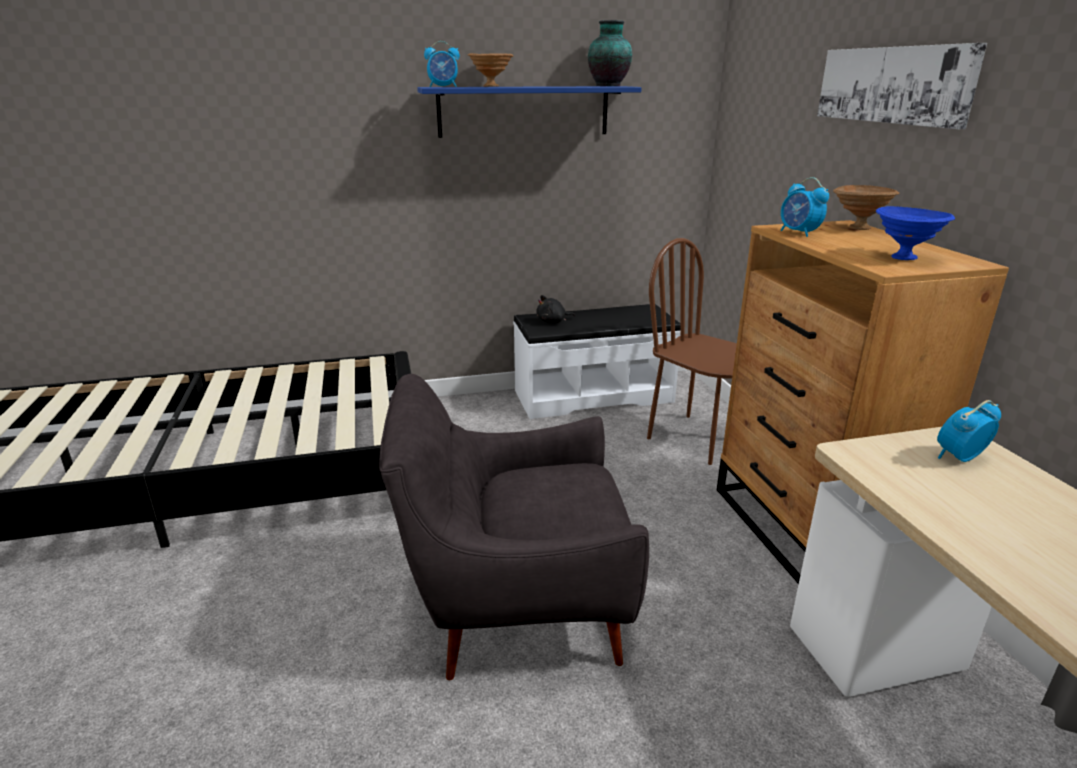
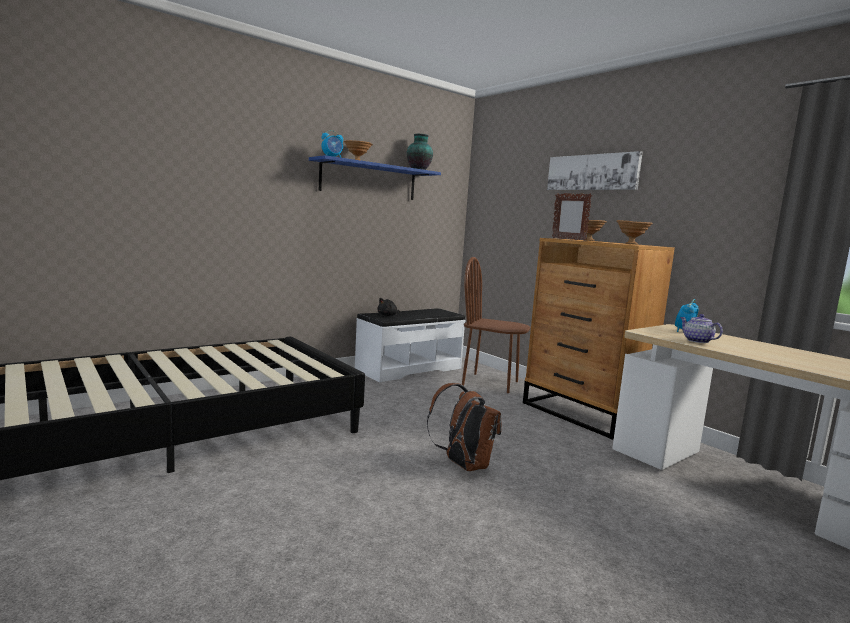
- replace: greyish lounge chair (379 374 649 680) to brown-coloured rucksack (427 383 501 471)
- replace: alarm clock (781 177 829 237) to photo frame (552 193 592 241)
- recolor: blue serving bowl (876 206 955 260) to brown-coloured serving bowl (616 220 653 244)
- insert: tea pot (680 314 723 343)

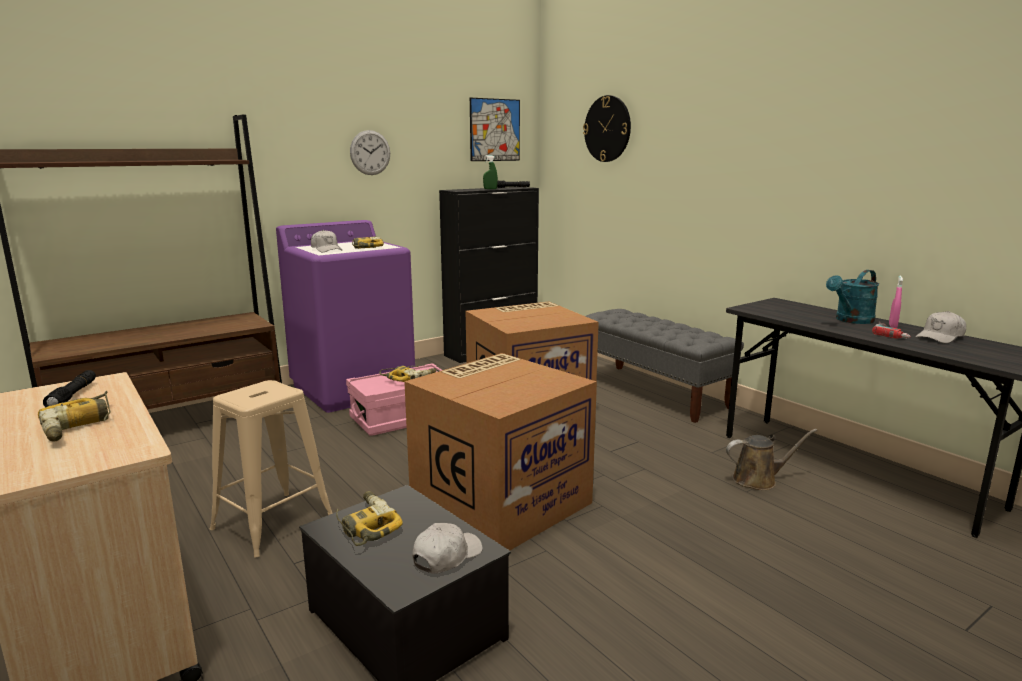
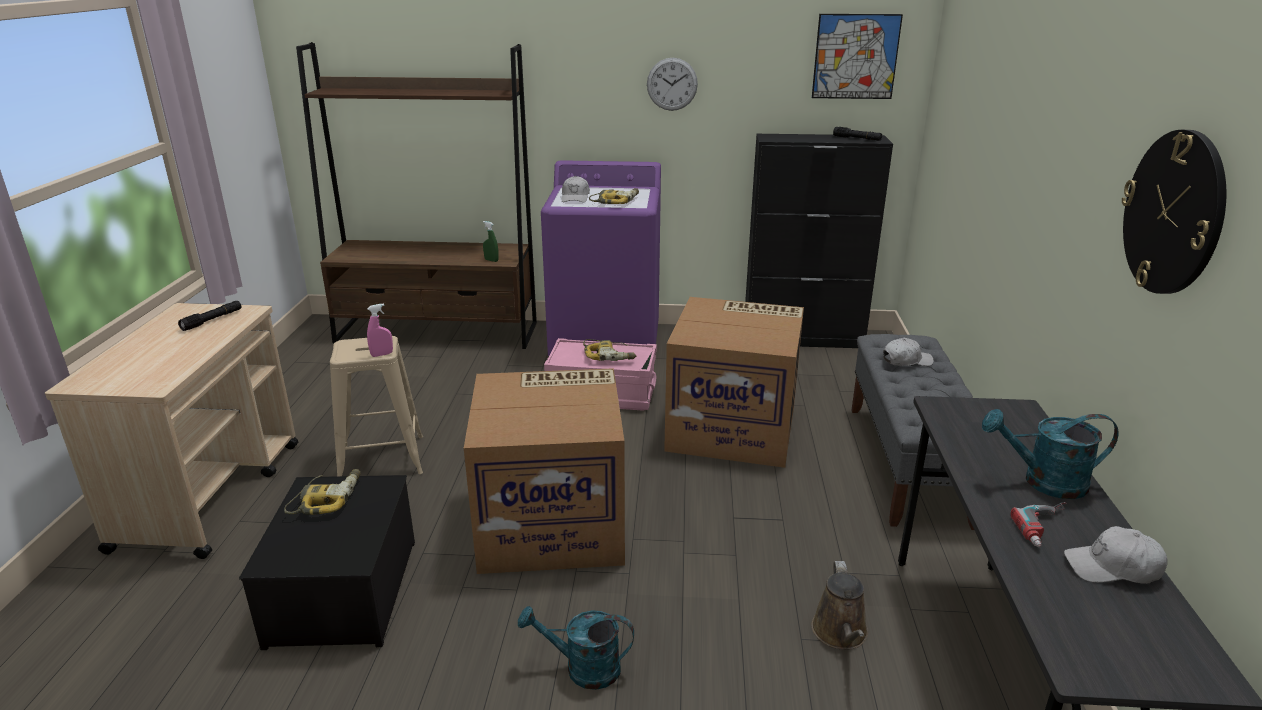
- move: pink-coloured spray bottle (889 276 903 328) to (367 304 393 357)
- move: greenish spray bottle (483 155 498 189) to (483 221 499 262)
- insert: turquoise-coloured watering can (518 606 634 690)
- rotate: brown-coloured watering can (726 429 817 490) = (811 561 868 650) 60 degrees clockwise
- move: whitish cap (412 523 483 574) to (883 338 934 366)
- move: hanging clock (583 95 631 162) to (1122 130 1226 294)
- delete: electric drill (38 391 111 441)

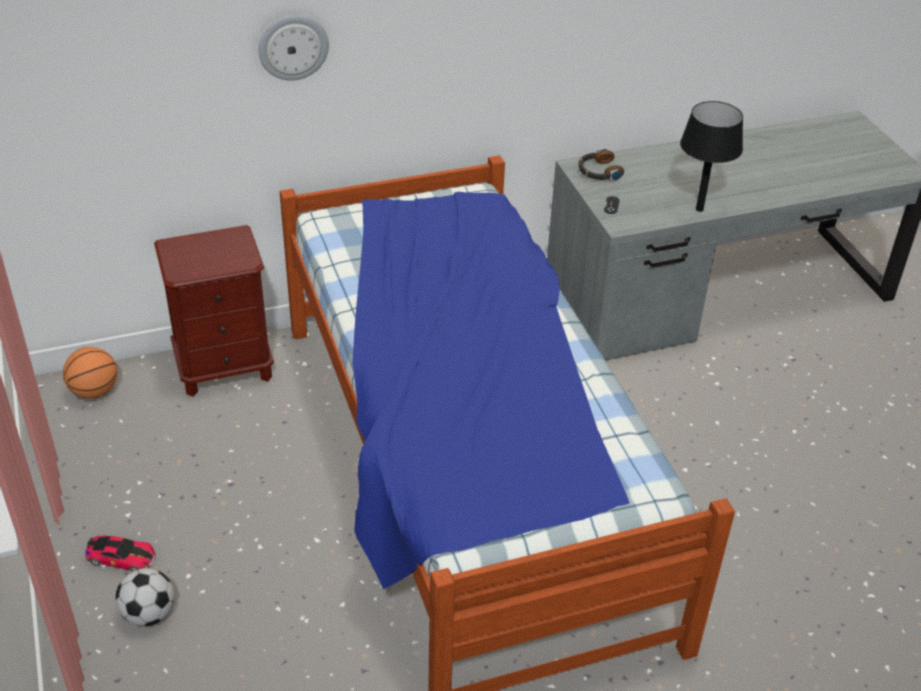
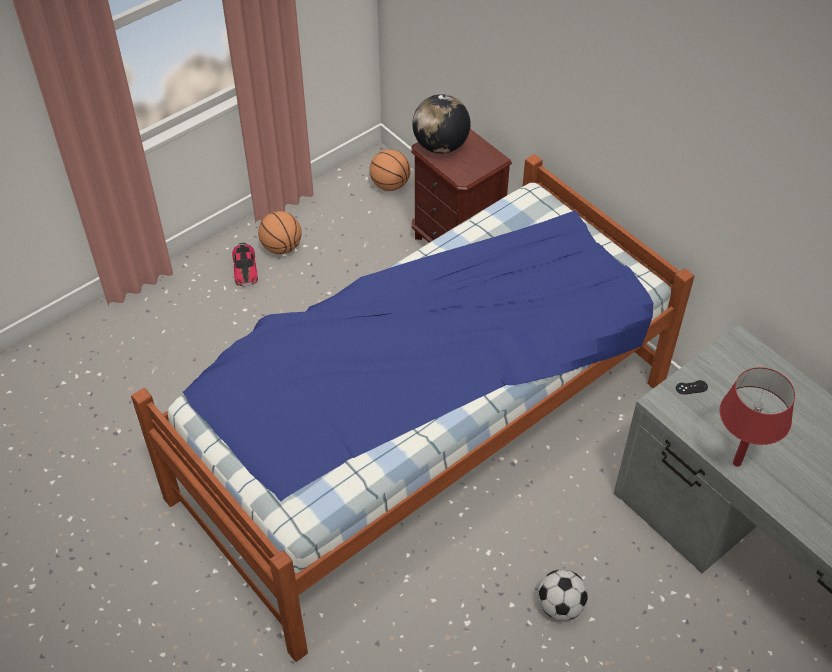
- insert: basketball ball (258 211 302 254)
- insert: world globe (412 94 471 154)
- move: football (116 568 174 626) to (538 569 588 621)
- recolor: black-coloured table lamp (680 101 743 212) to red-coloured table lamp (720 367 795 467)
- delete: hanging clock (258 15 329 81)
- delete: pair of headphones (578 149 624 181)

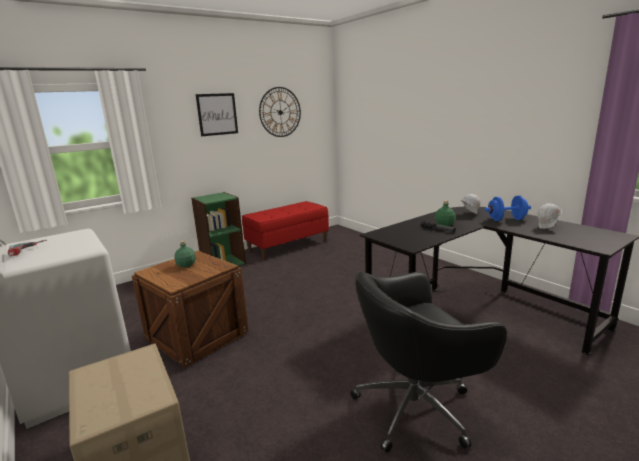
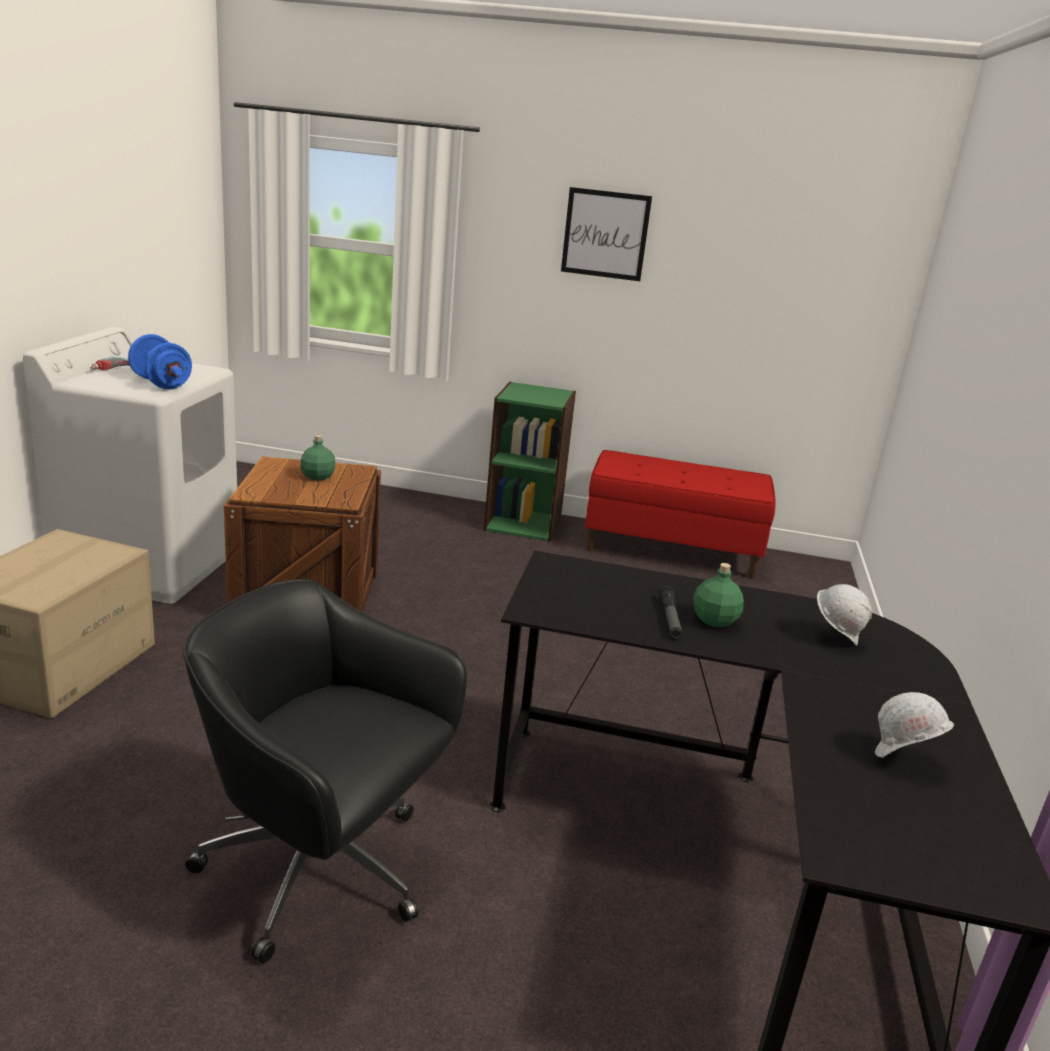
- move: blue dumbbell (485 196 531 221) to (128 334 192 389)
- delete: hanging clock (259 87 301 137)

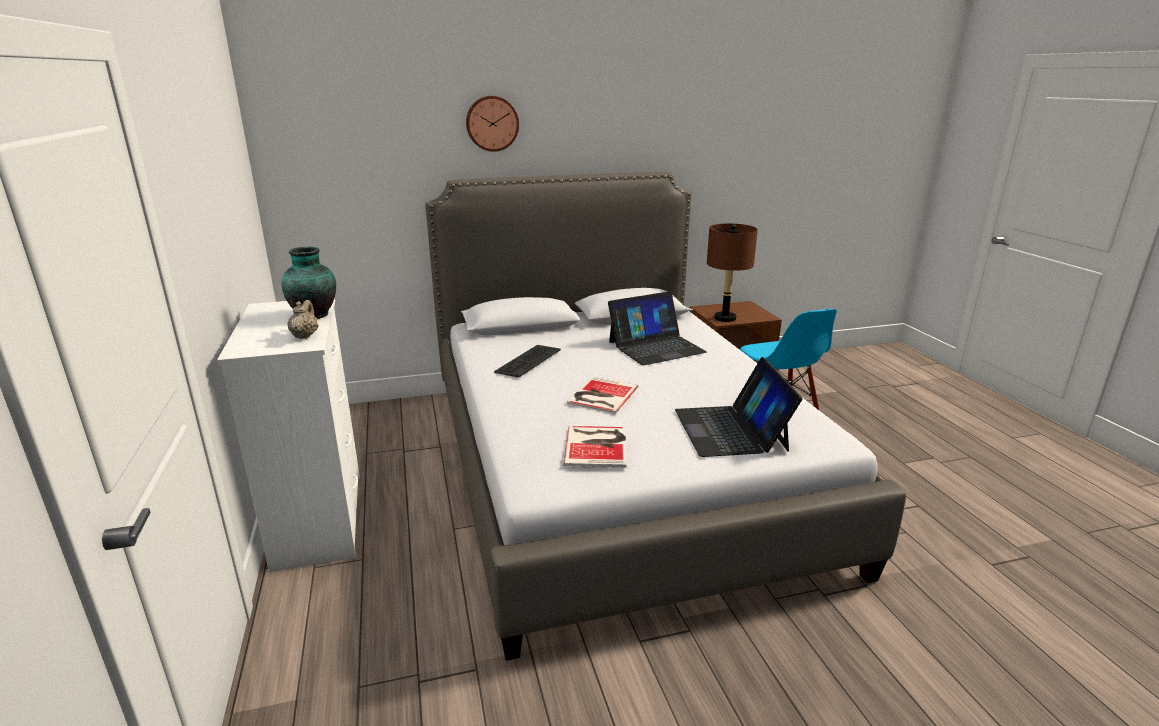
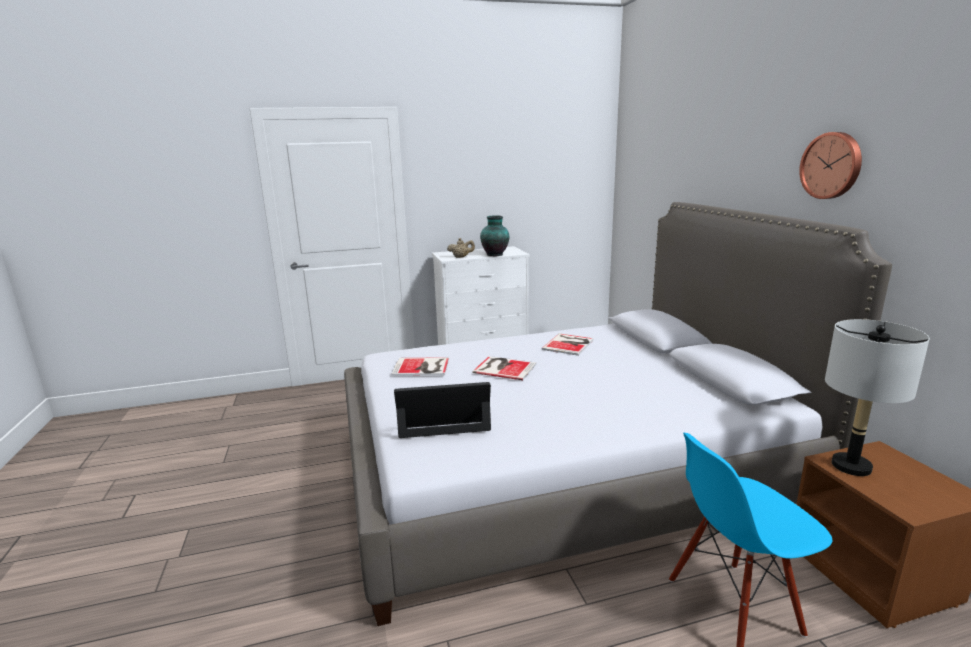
- replace: PC keyboard (494 345 561 378) to book (541 334 594 356)
- move: hanging clock (466 96 519 152) to (799 132 862 199)
- recolor: brown-coloured table lamp (707 223 758 322) to greyish table lamp (825 319 930 476)
- delete: portable computer (608 291 707 366)

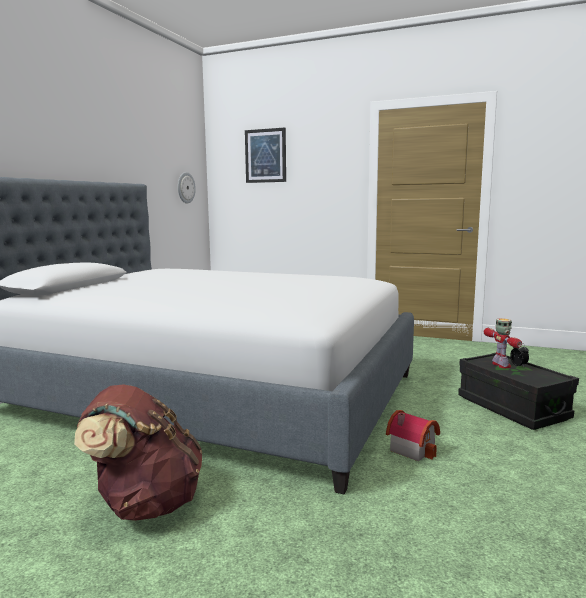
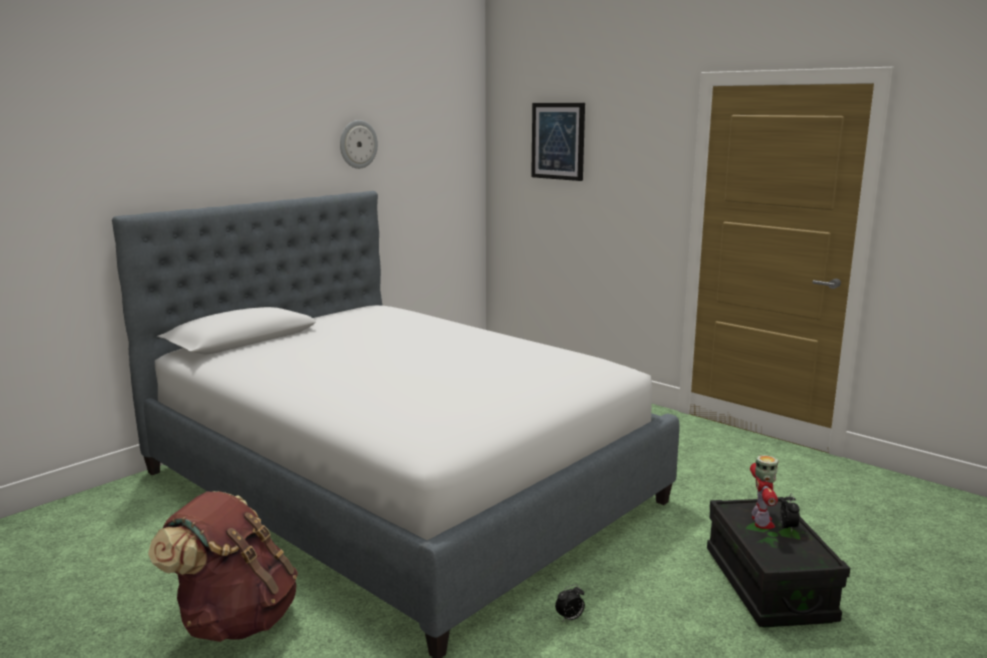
- move: hanging clock (178 172 196 204) to (340 120 378 169)
- replace: model house (386 410 440 461) to alarm clock (555 585 585 621)

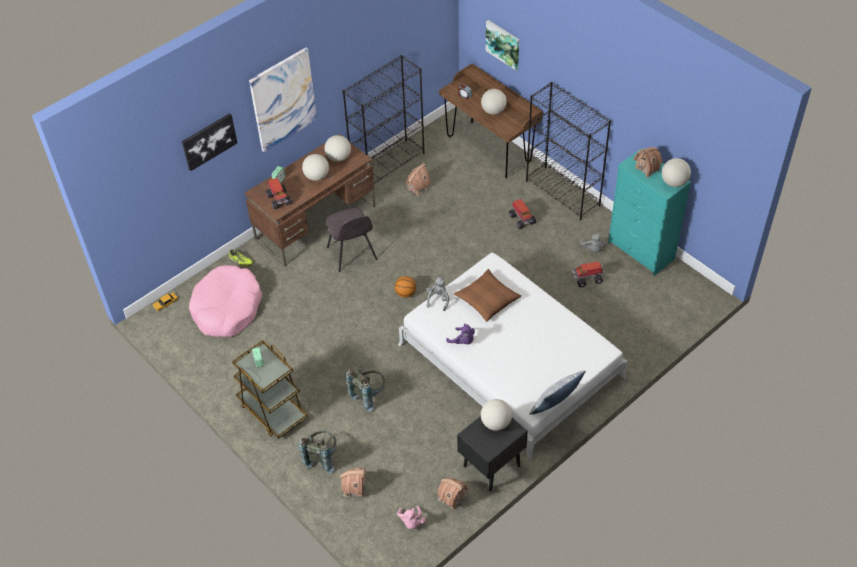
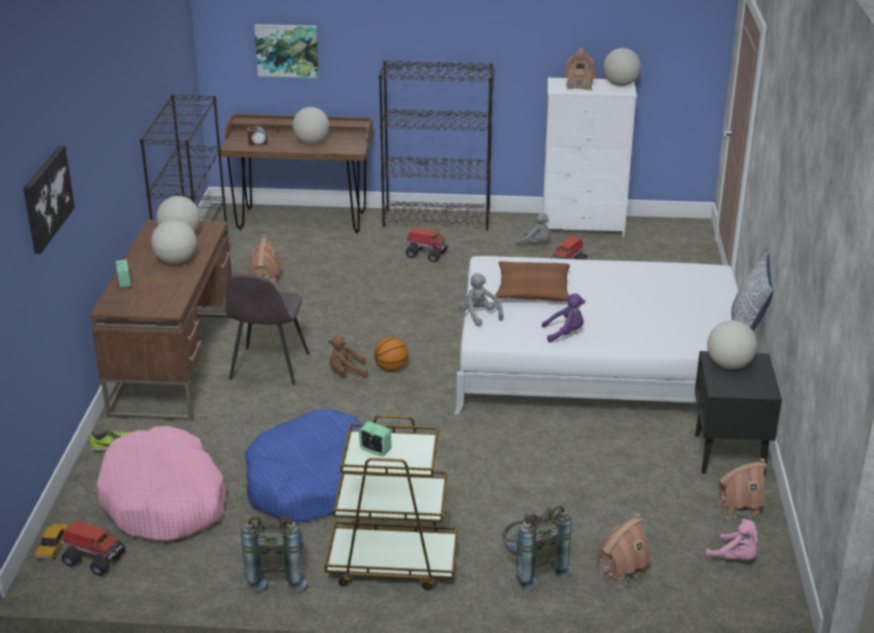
- move: model truck (266 178 292 210) to (61 521 126 576)
- rotate: greyish chair (326 208 377 272) = (225 274 310 385) 75 degrees clockwise
- move: greyish rucksack (346 369 385 412) to (241 516 307 592)
- insert: blue pet bed (245 409 364 522)
- insert: brown-coloured plush toy (328 335 368 377)
- recolor: turquoise-coloured chest of drawers (608 149 691 276) to whitish chest of drawers (543 78 637 237)
- delete: picture (249 47 317 152)

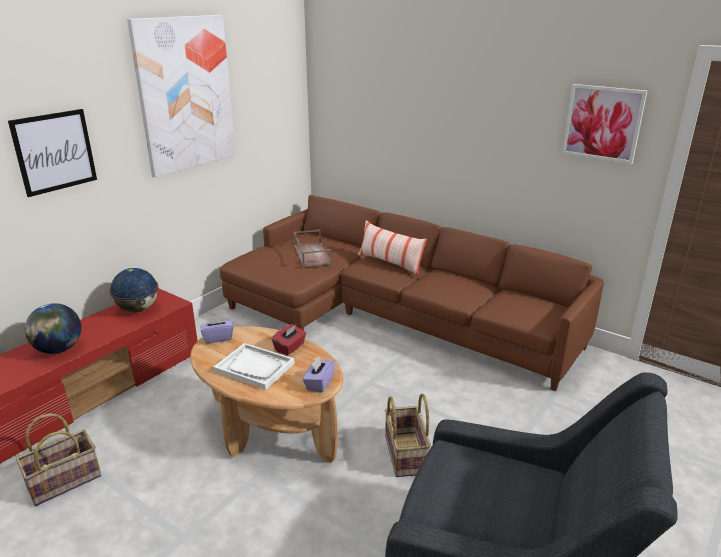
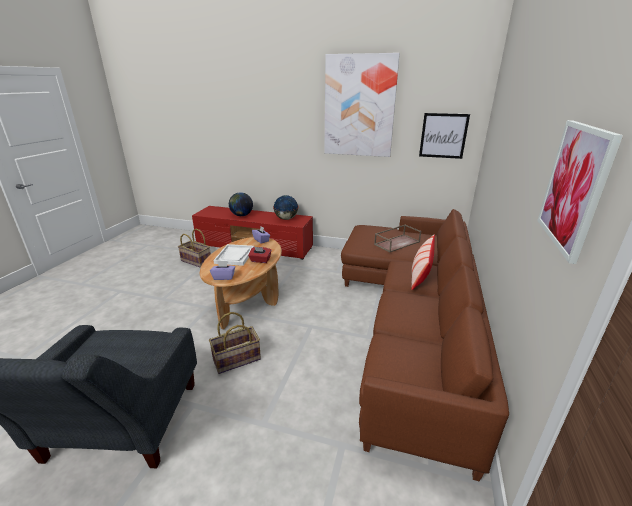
- move: picture (8 109 97 197) to (419 113 470 159)

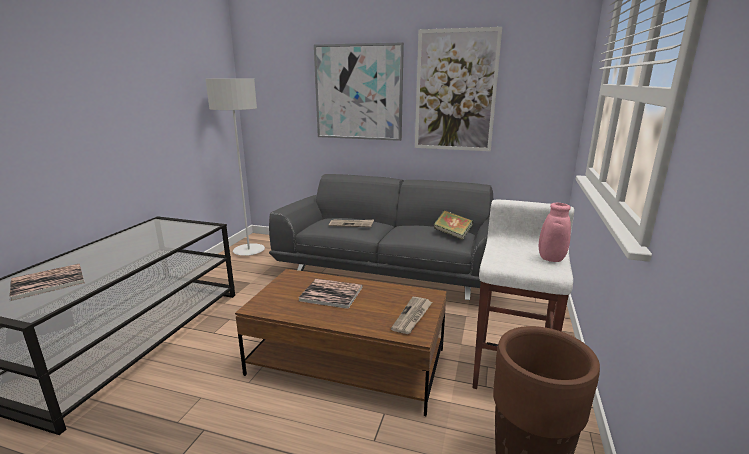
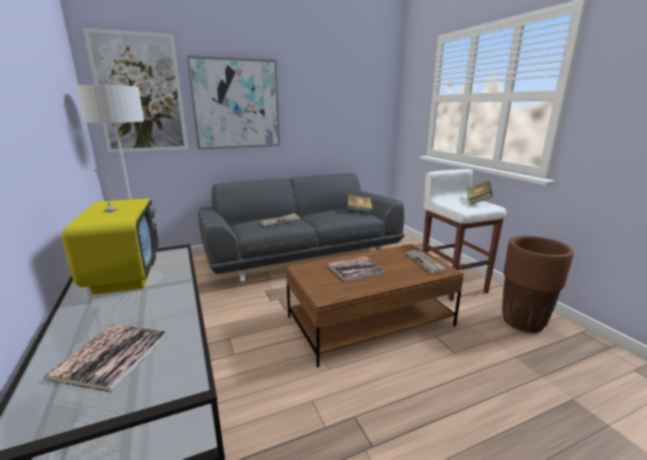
- insert: television (61 164 159 295)
- move: picture (415 27 502 151) to (83 28 188 153)
- replace: pink-coloured decorative vase (539 203 571 262) to book (468 181 493 205)

